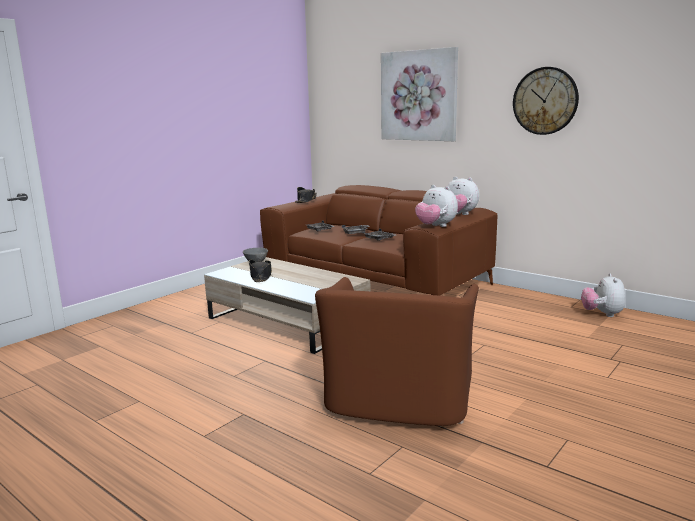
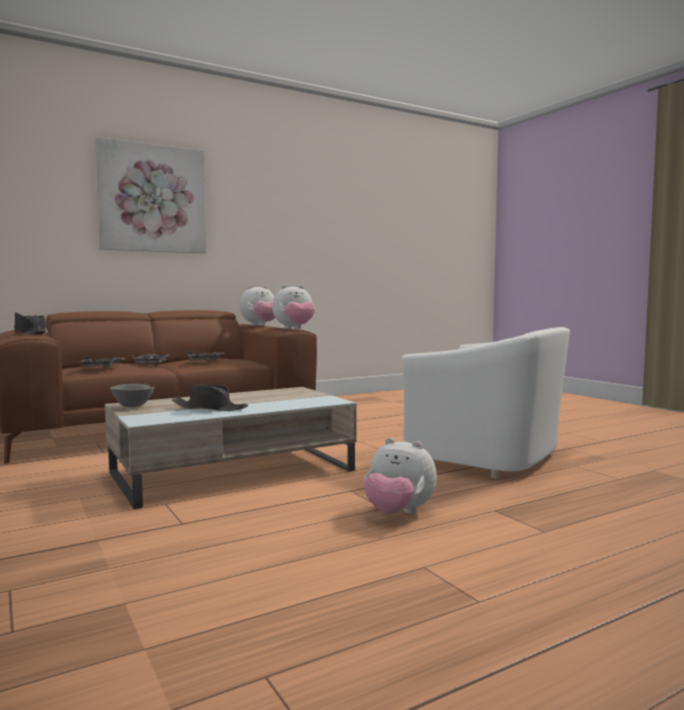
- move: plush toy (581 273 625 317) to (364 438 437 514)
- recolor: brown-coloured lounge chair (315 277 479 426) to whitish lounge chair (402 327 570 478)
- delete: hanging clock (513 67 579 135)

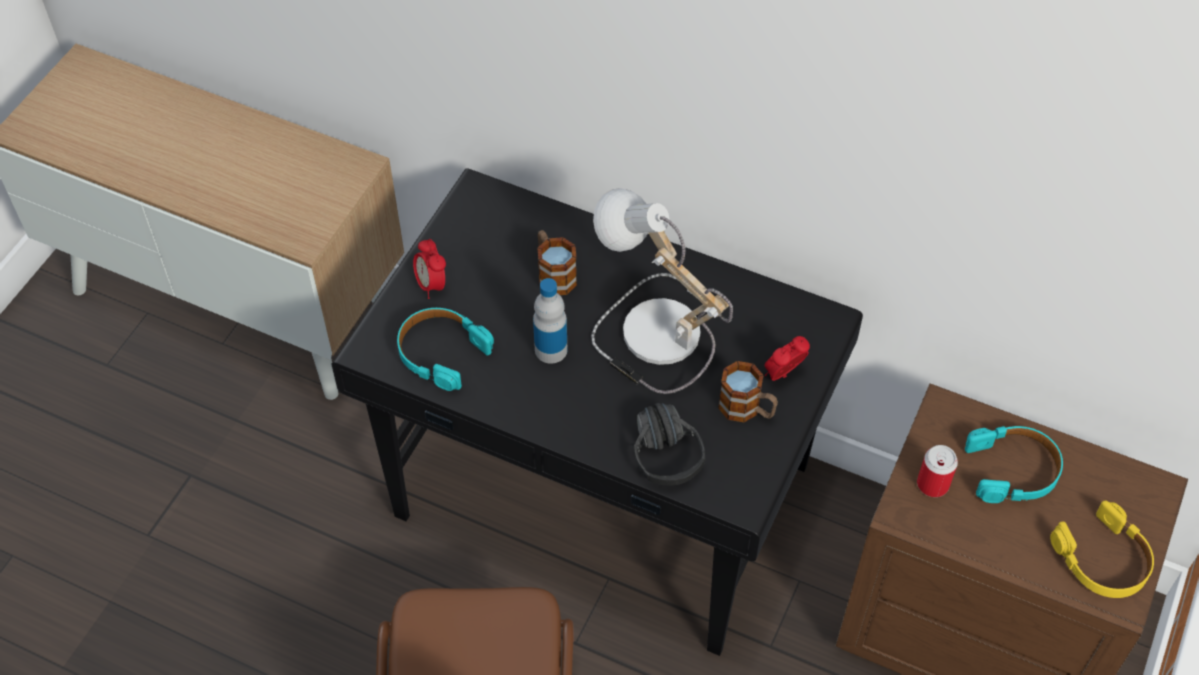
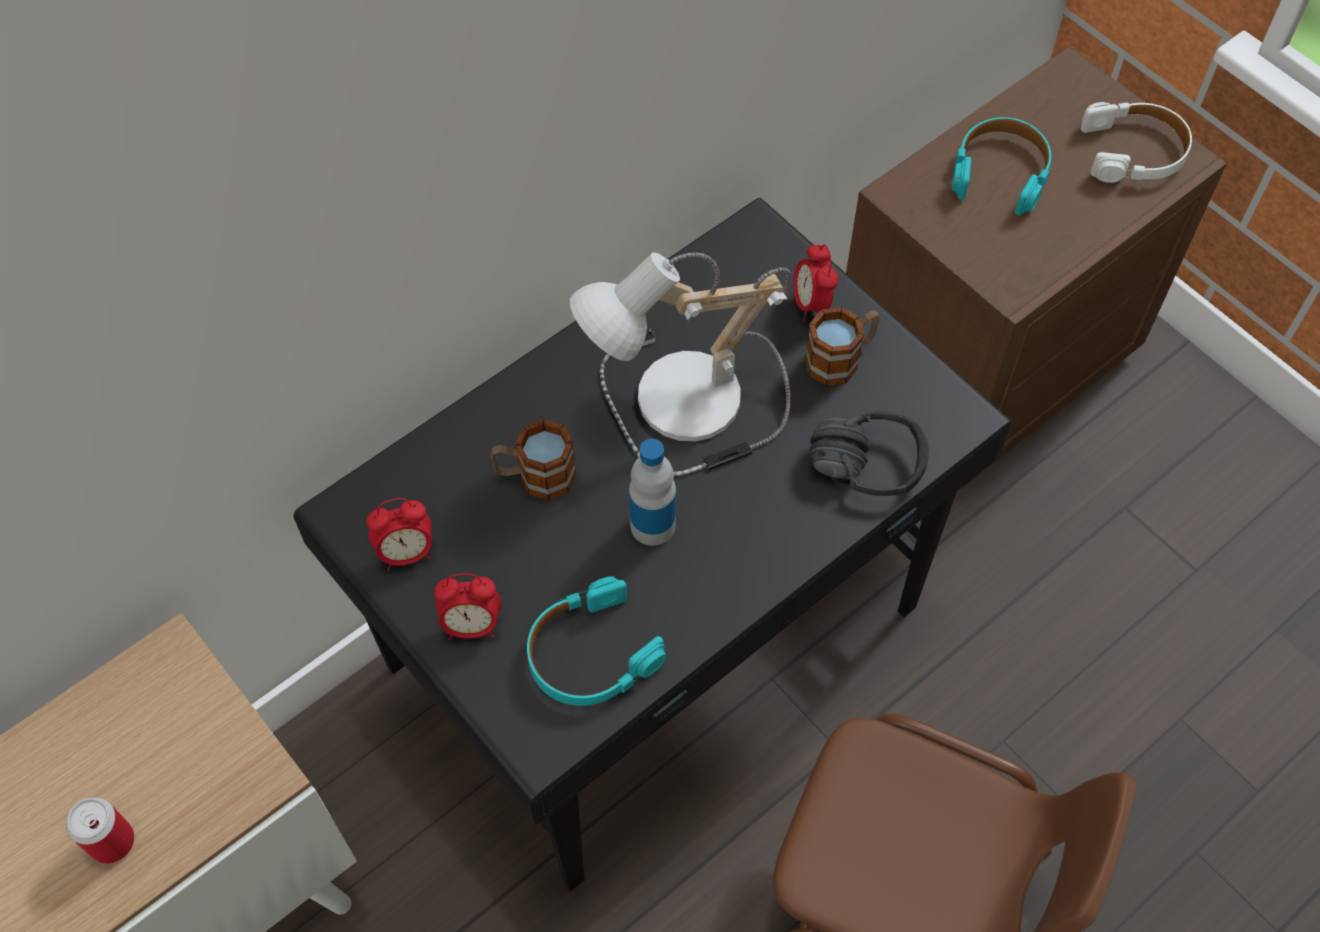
- move: metal can (917 445 958 497) to (66 797 134 864)
- insert: alarm clock (367 498 432 571)
- recolor: yellow-coloured pair of headphones (1050 500 1154 598) to whitish pair of headphones (1081 102 1192 183)

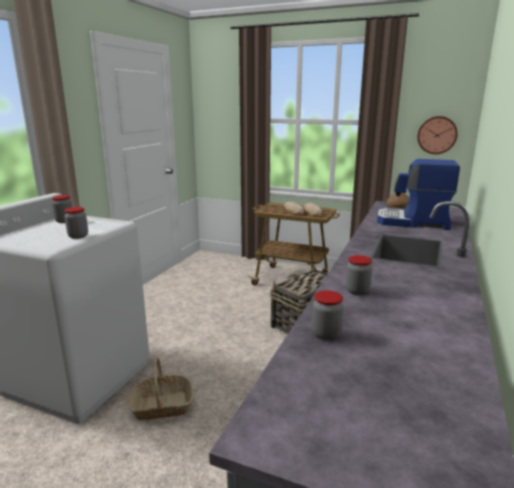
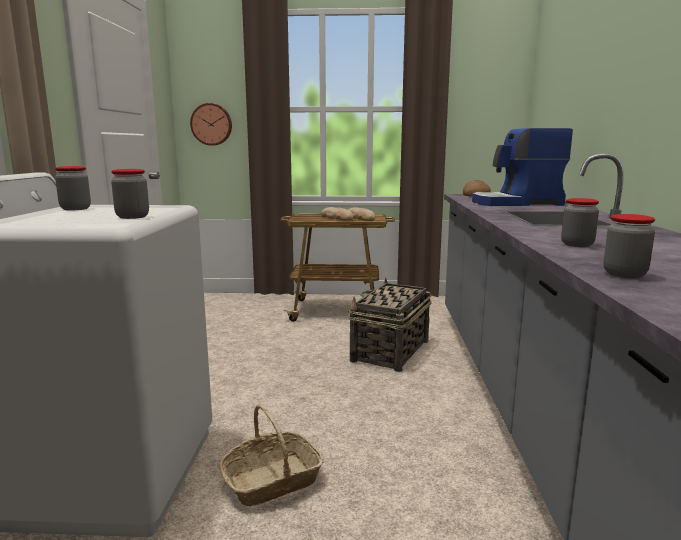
- move: hanging clock (417 116 458 154) to (190 103 232 146)

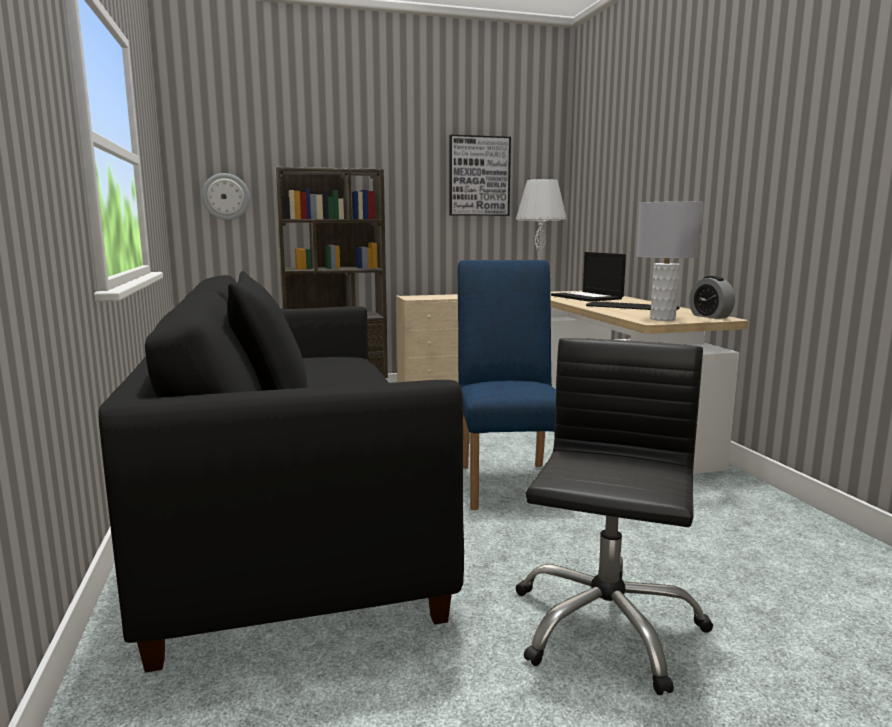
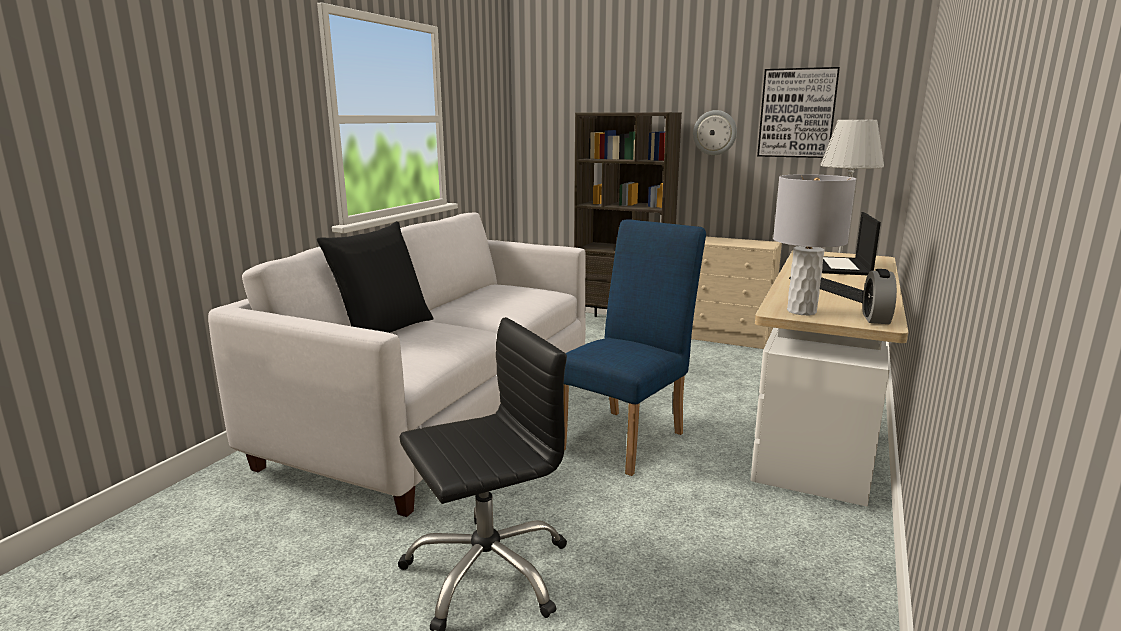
- recolor: black-coloured settee (98 275 464 673) to whitish settee (208 213 586 517)
- move: hanging clock (202 173 250 220) to (693 110 737 155)

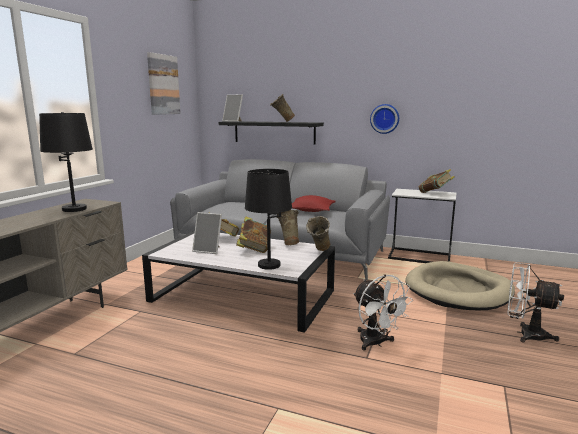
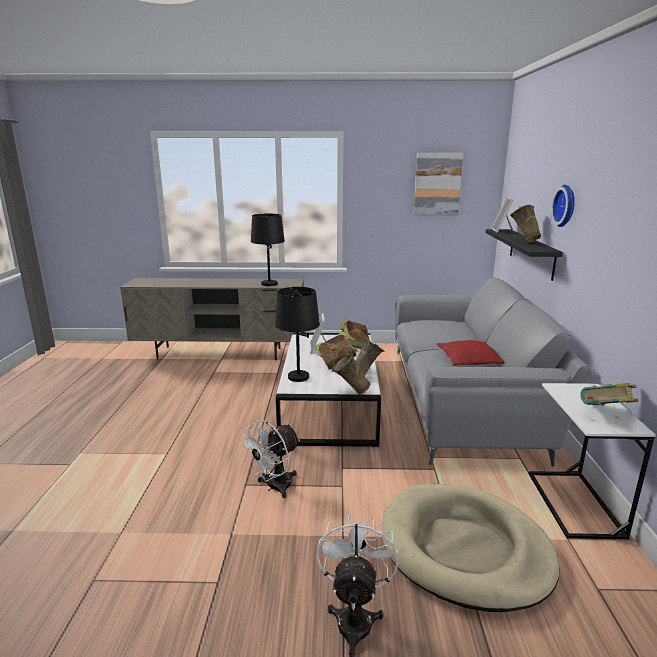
- move: hanging clock (370 104 399 134) to (551 185 575 227)

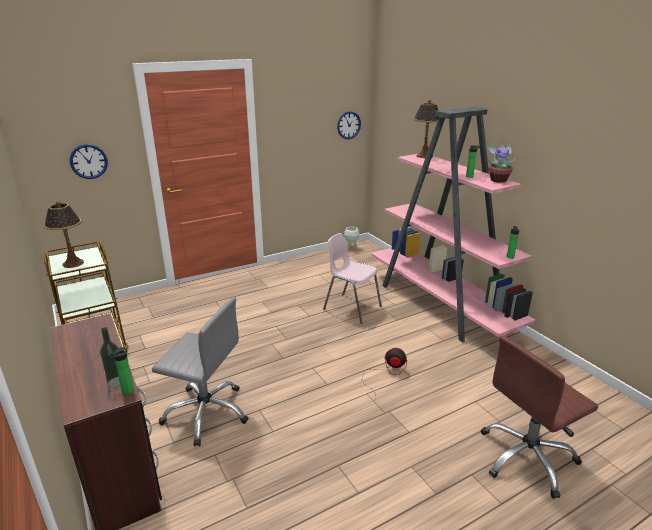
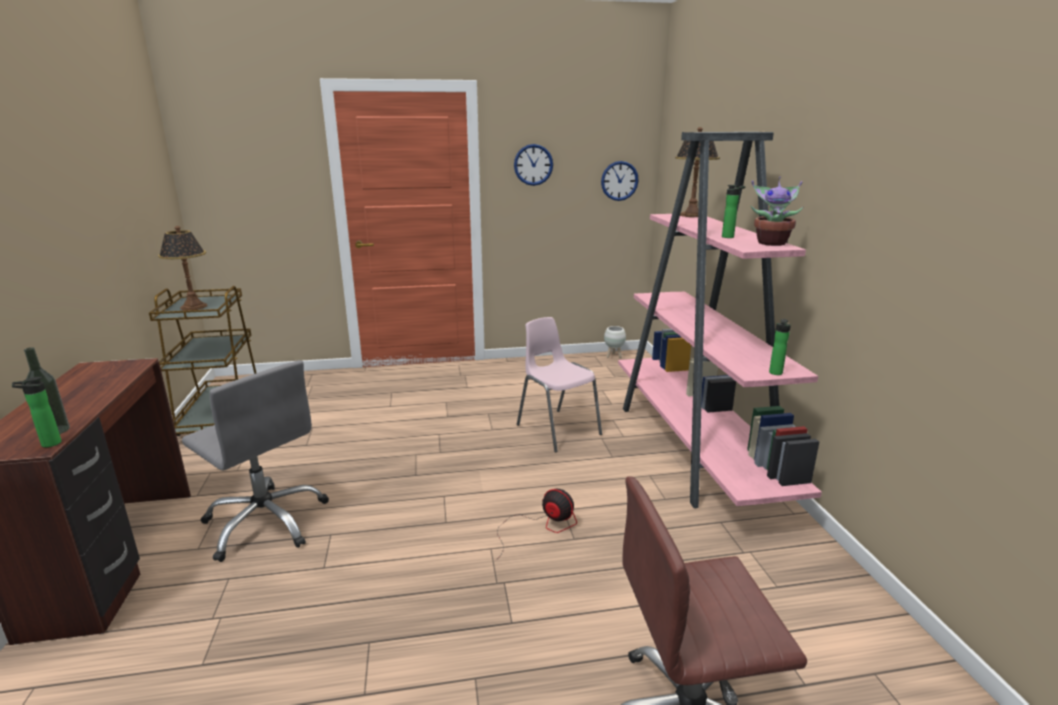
- move: hanging clock (70 144 108 179) to (514 144 553 186)

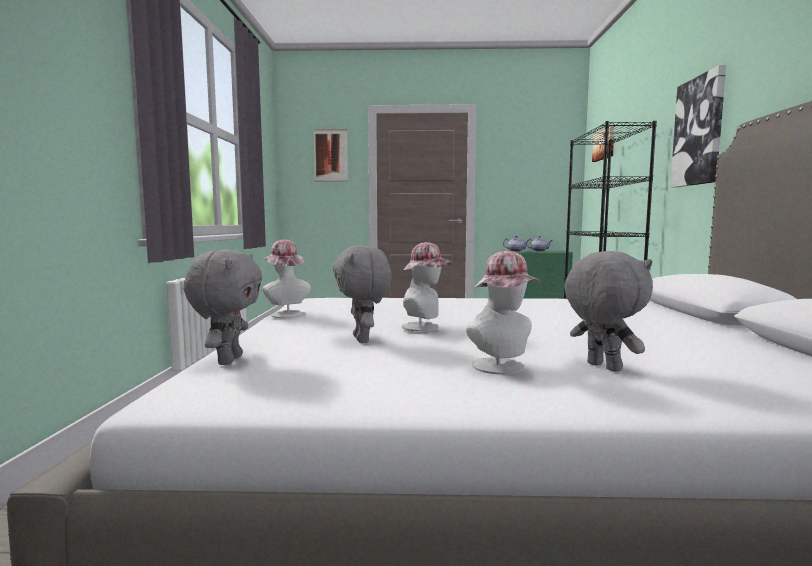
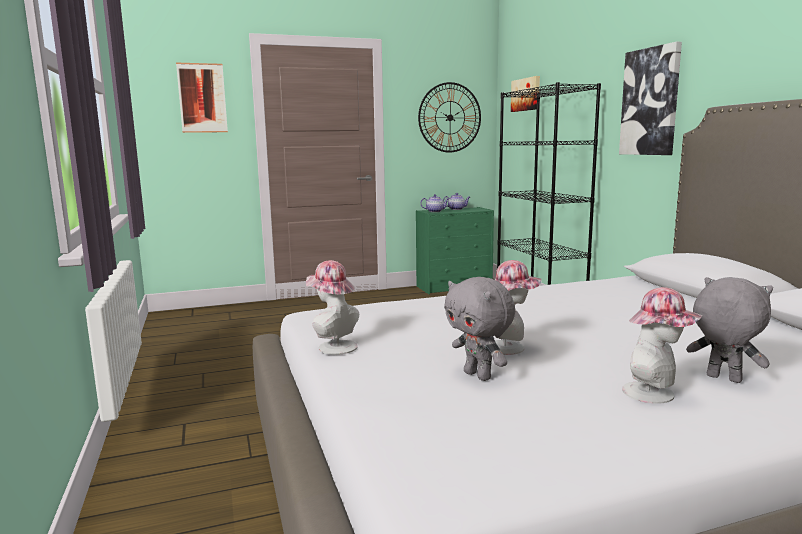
- insert: hanging clock (418 82 481 153)
- delete: greyish plush toy (184 250 262 365)

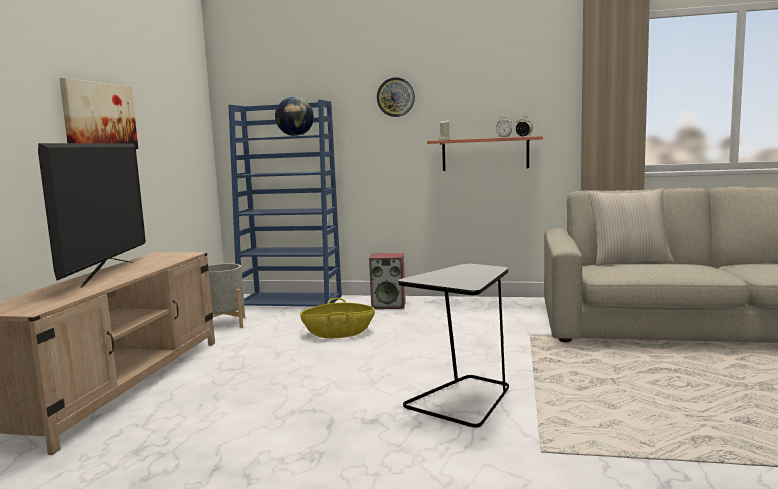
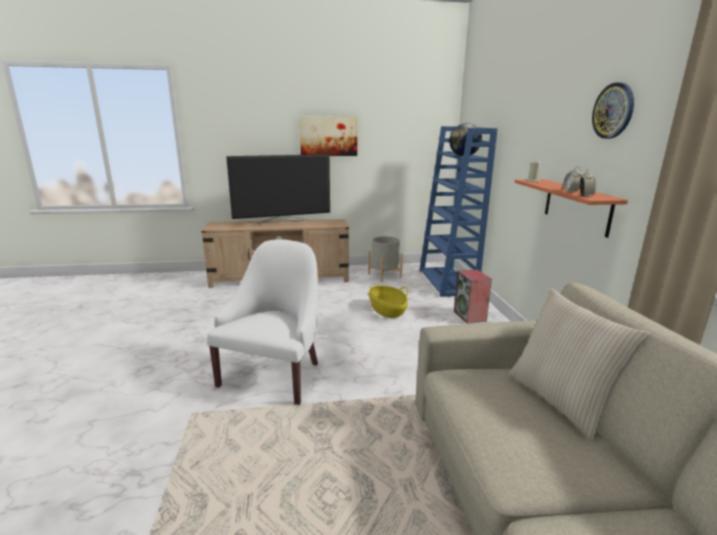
- replace: black-coloured accent table (398 264 509 428) to whitish lounge chair (207 240 318 405)
- move: hanging clock (377 77 415 117) to (592 82 634 139)

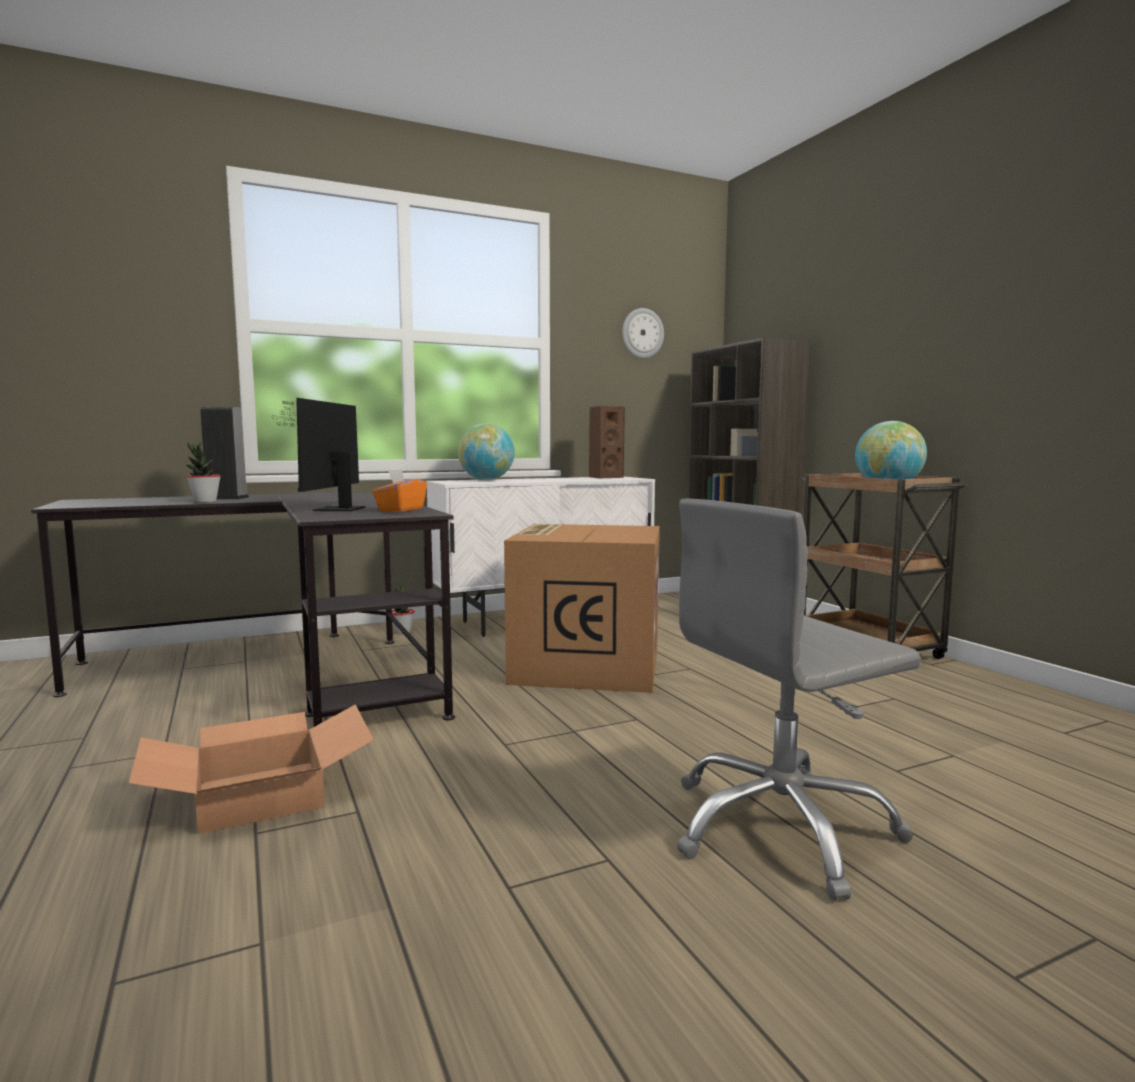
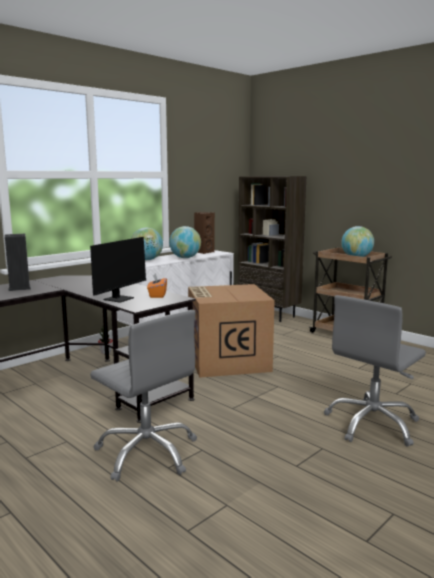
- rotate: computer screen (272 398 365 511) = (90 237 156 303) 135 degrees counterclockwise
- replace: packing box (129 704 374 834) to greyish office chair (90 310 197 481)
- insert: world globe (169 226 201 258)
- delete: plant in a pot (186 442 221 503)
- delete: hanging clock (622 308 664 358)

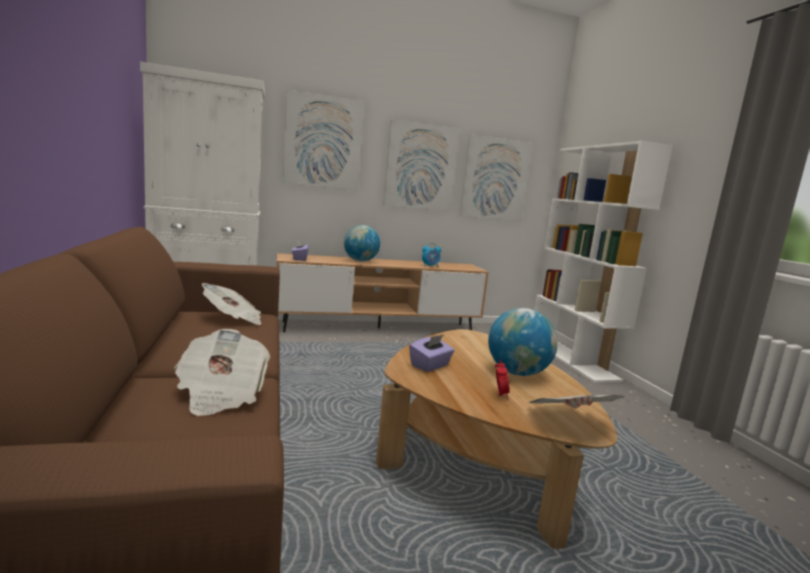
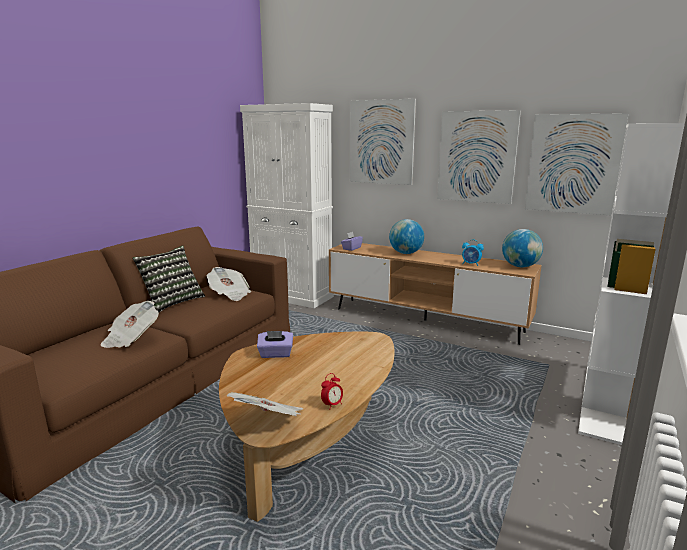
- insert: pillow (132 245 205 312)
- move: alarm clock (495 359 510 399) to (321 373 343 410)
- move: world globe (488 308 558 376) to (502 229 543 267)

